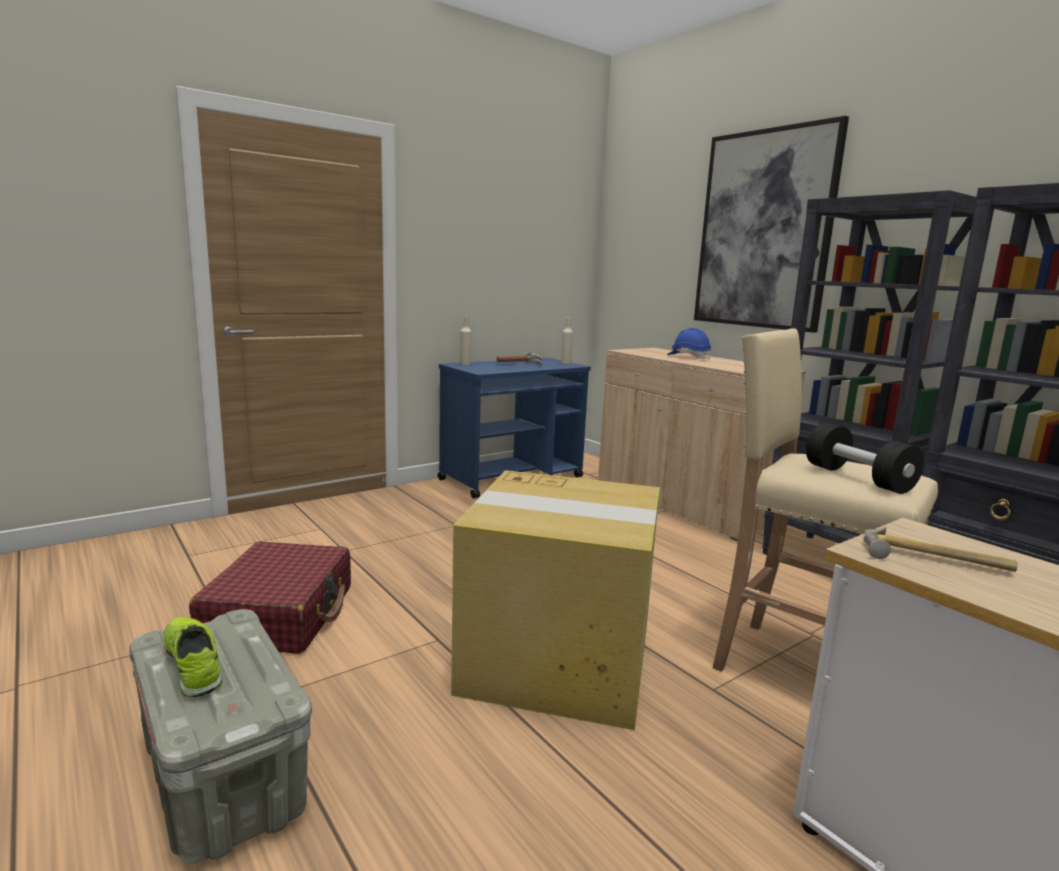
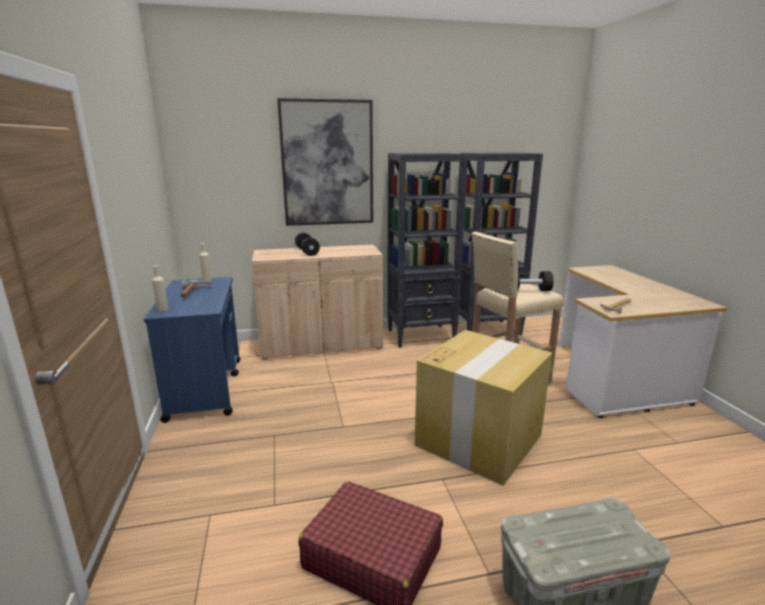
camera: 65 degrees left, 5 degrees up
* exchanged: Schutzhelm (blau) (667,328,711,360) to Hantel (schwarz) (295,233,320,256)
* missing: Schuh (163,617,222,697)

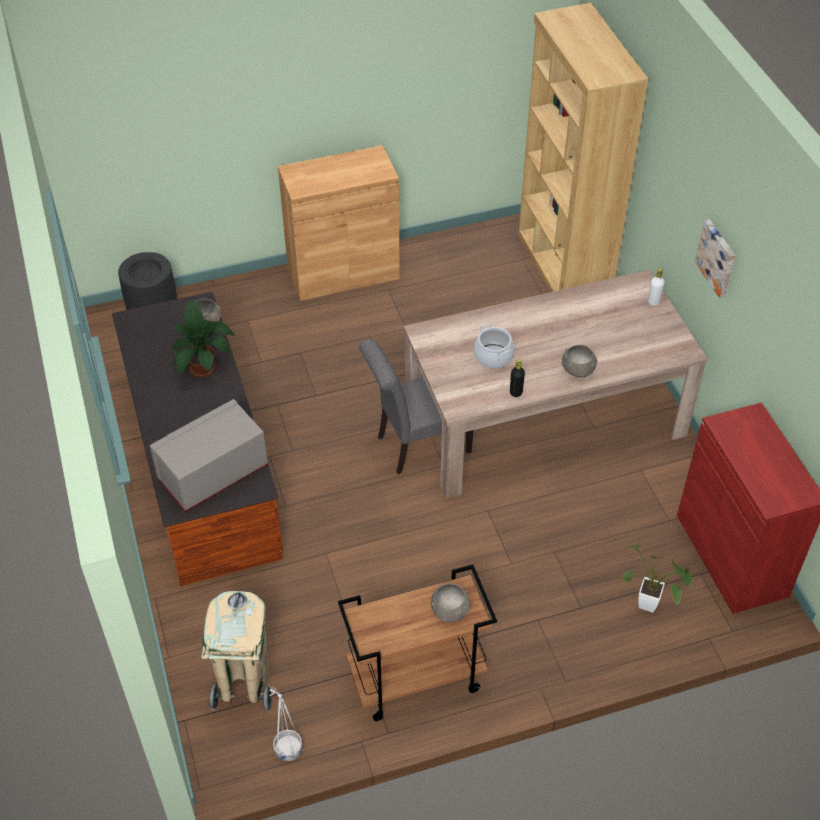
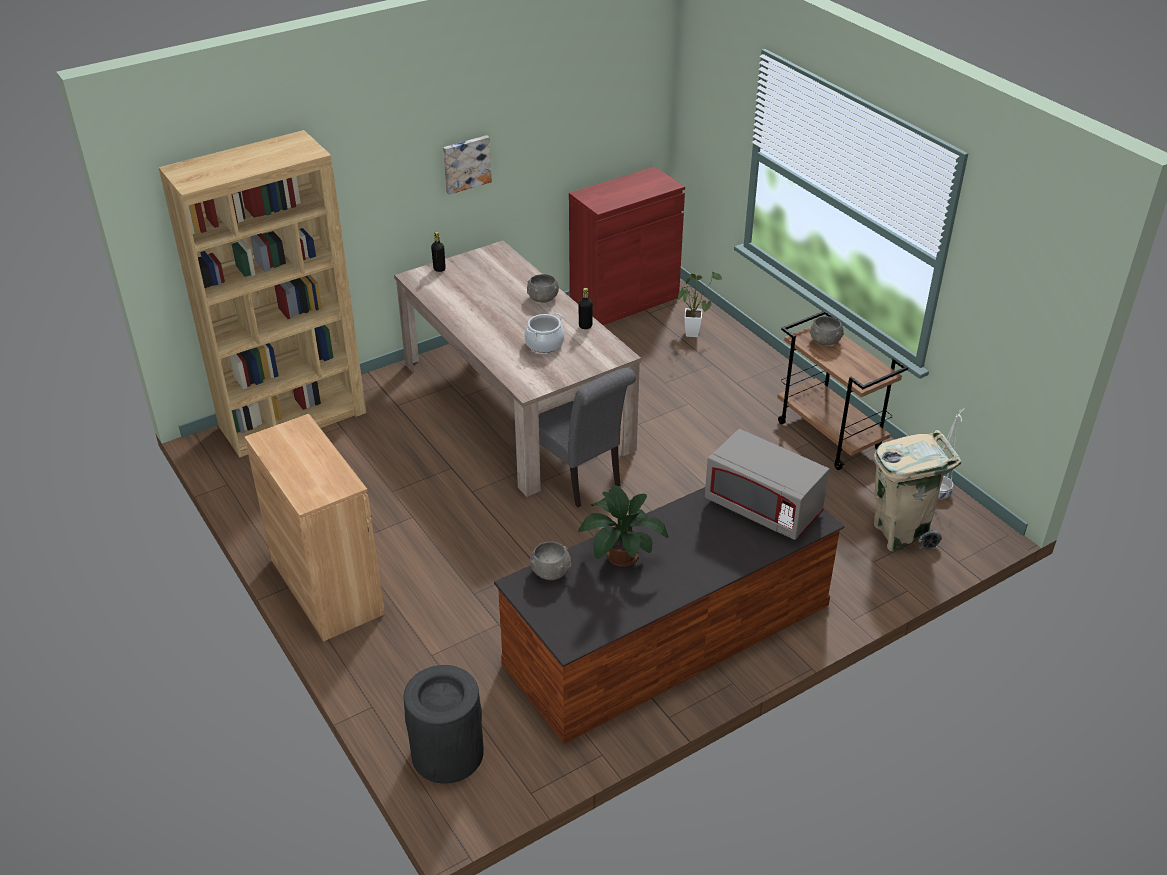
camera: 105 degrees left, 10 degrees down
* colour: Flasche (weiß) (648,268,665,306) to Flasche (schwarz) (431,232,446,272)

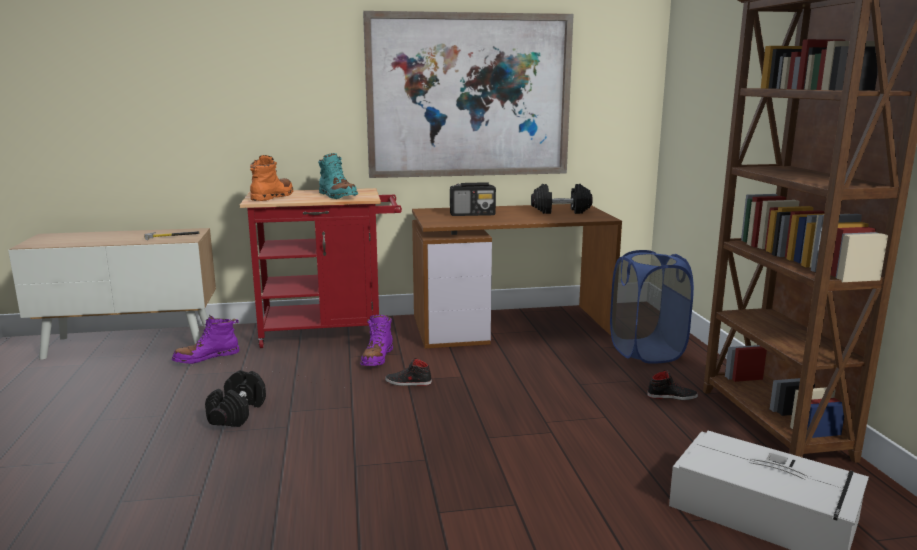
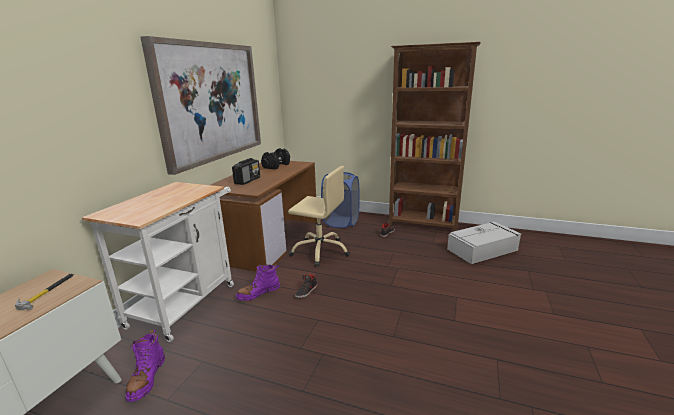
camera: 60 degrees left, 5 degrees up
* missing: Stiefel (türkis) (318,153,358,199)
* missing: Stiefel (orange) (250,155,293,201)
* colour: Rollwagen (rot) (240,188,402,348) to Rollwagen (weiß) (82,182,234,342)
* spun: Stiefel (lila) (361,315,393,366) = (236,264,280,301) 105 degrees clockwise
* missing: Hantel (schwarz) (205,370,266,427)
* appeared: Bürostuhl (beige) (288,166,350,266)

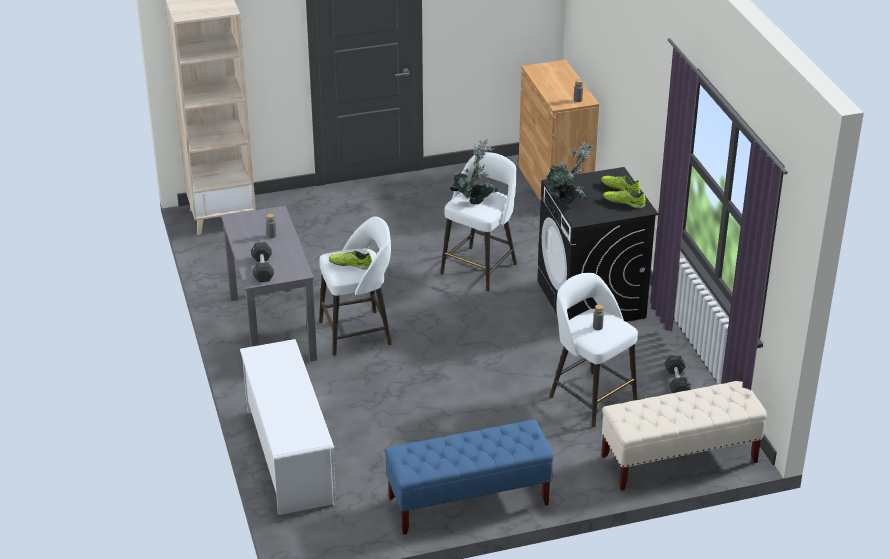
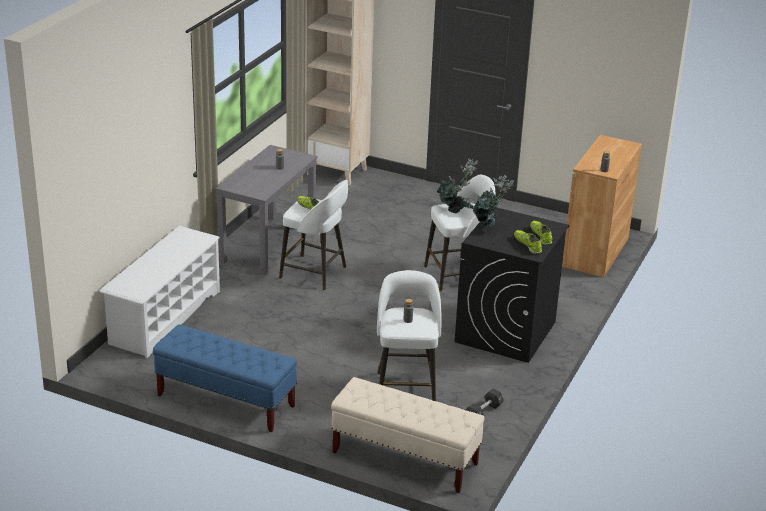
camera: 40 degrees right, 5 degrees down
* missing: Hantel (schwarz) (251,242,274,282)

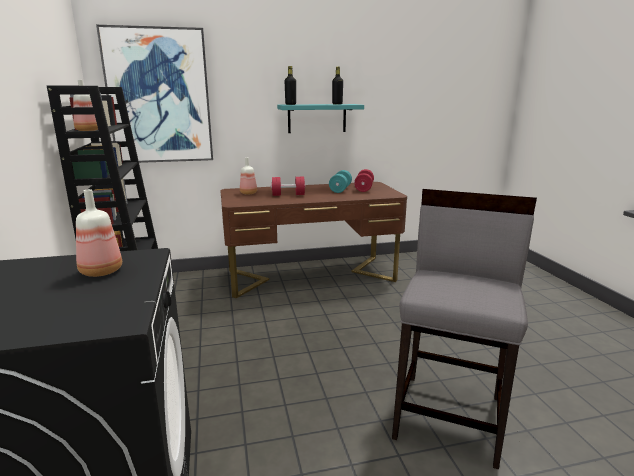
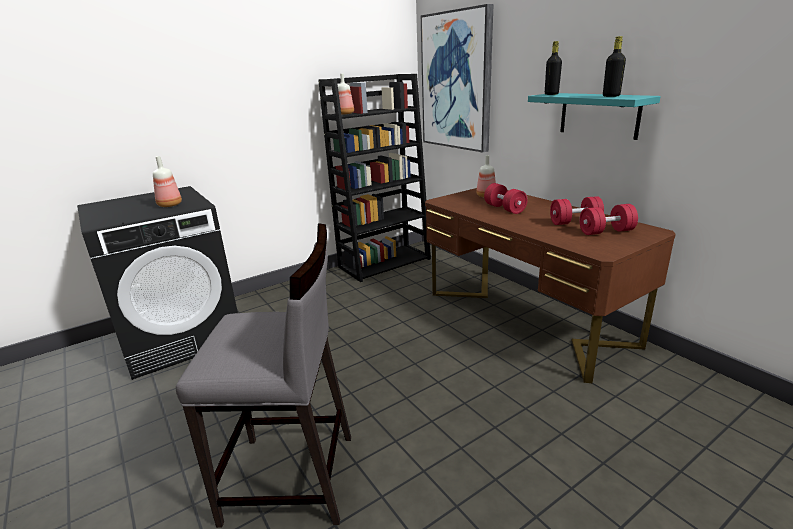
camera: 70 degrees right, 5 degrees up
* colour: Hantel (türkis) (329,170,352,193) to Hantel (rot) (550,196,604,225)

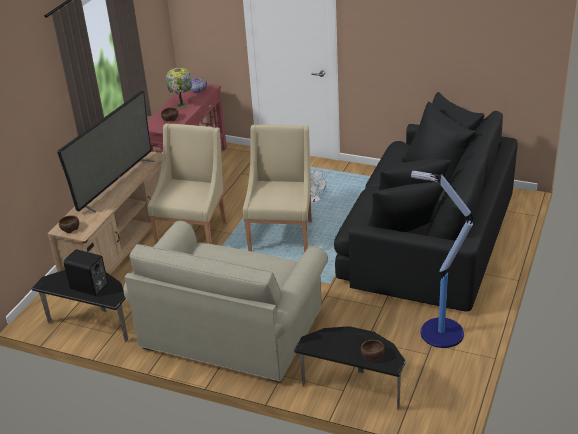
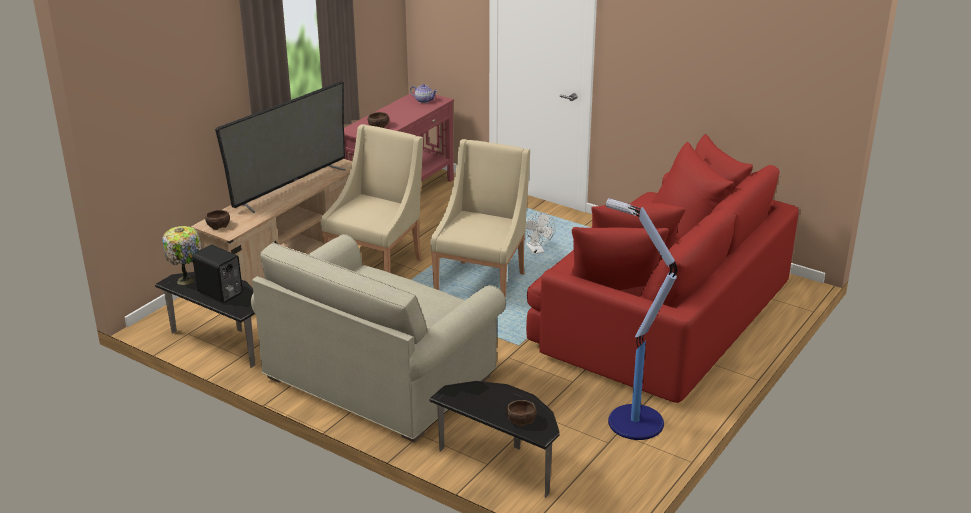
camera: 10 degrees right, 5 degrees down
* relocated: Tischlampe (166,68,192,108) to (162,226,202,285)
* colour: Sofa (schwarz) (334,92,518,312) to Sofa (rot) (526,134,799,403)

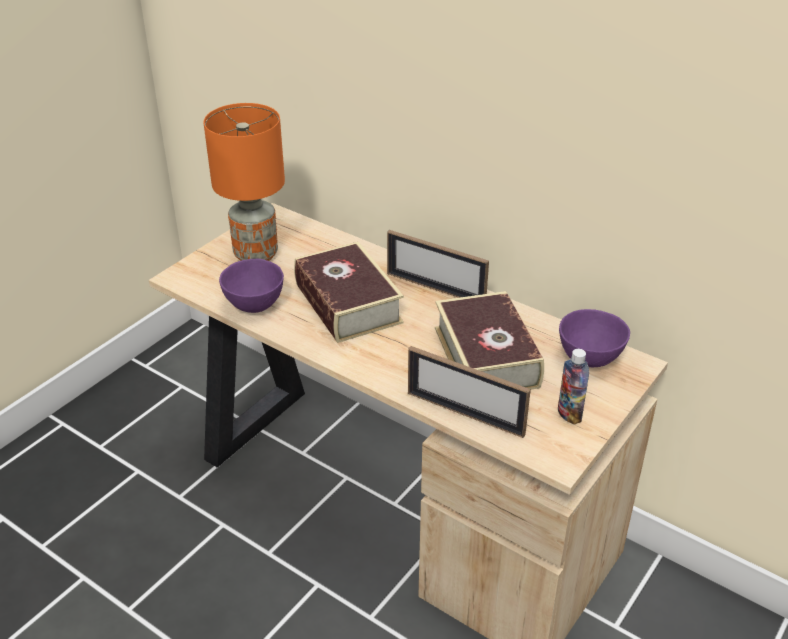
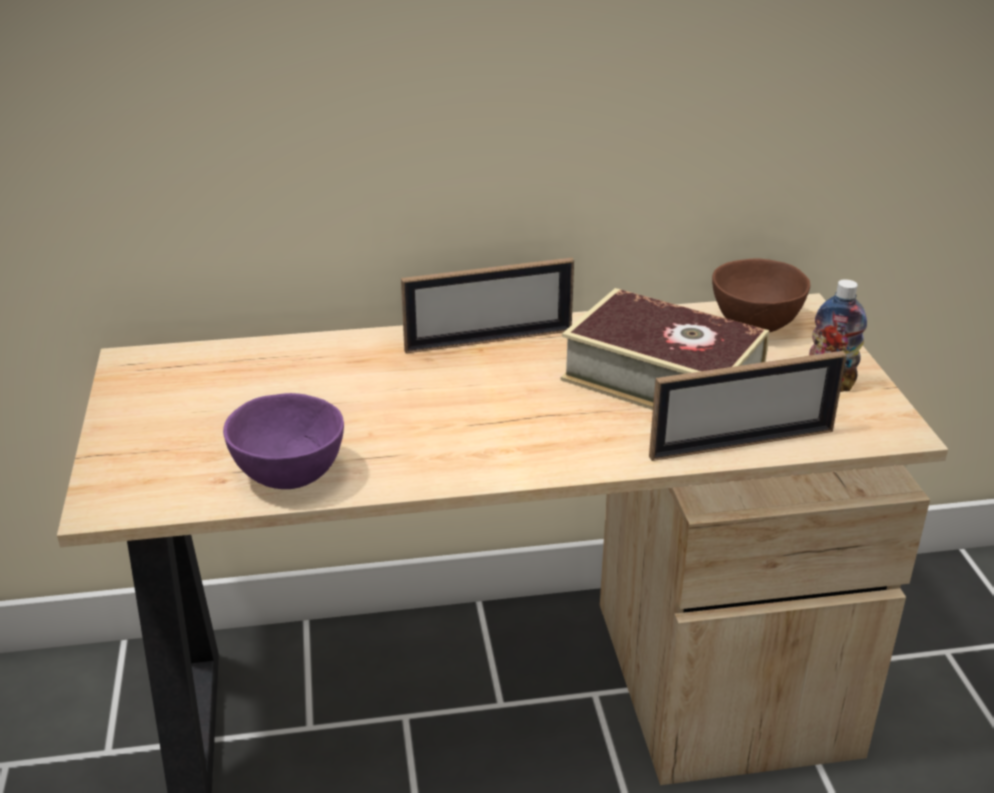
camera: 45 degrees left, 5 degrees down
* missing: Tischlampe (orange) (203,103,285,261)
* missing: Buch (294,242,404,343)
* colour: Schüssel (lila) (559,309,630,367) to Schüssel (braun) (712,258,810,333)

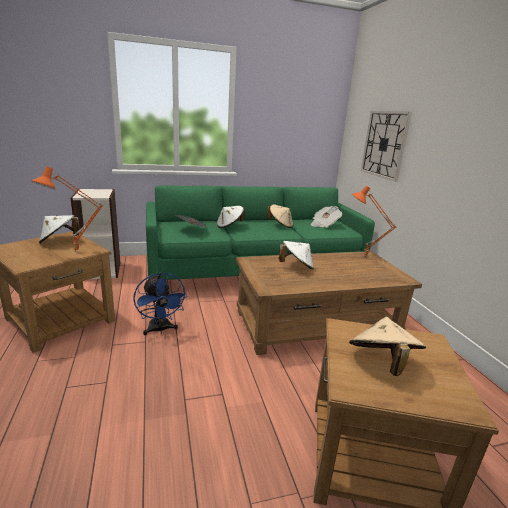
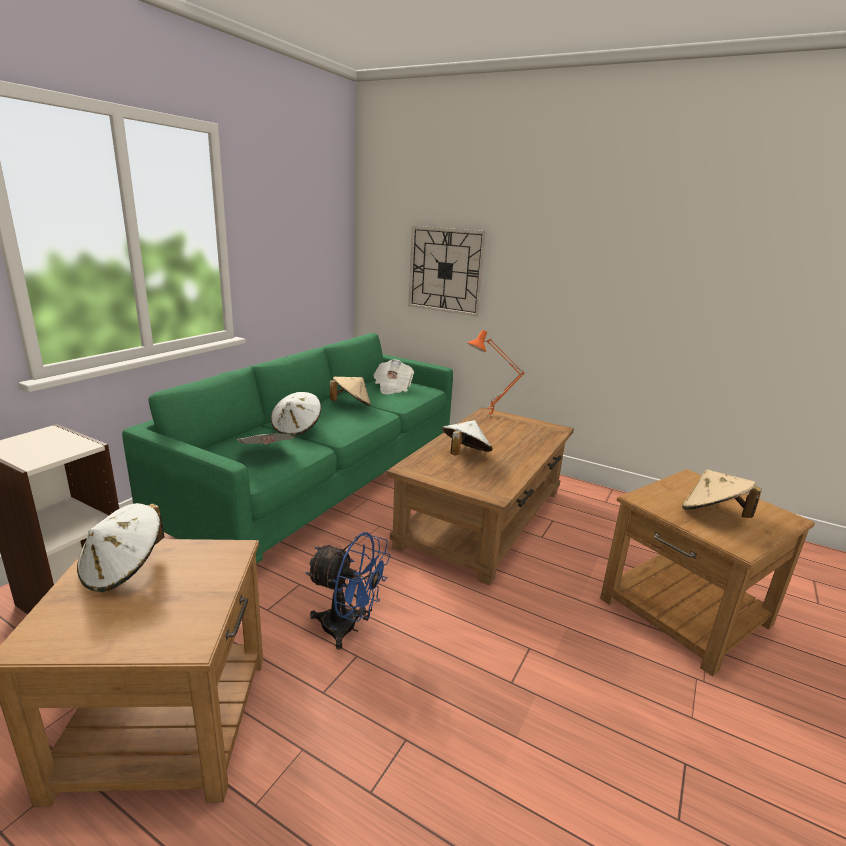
camera: 45 degrees left, 0 degrees up
* missing: Tischlampe (orange) (31,166,103,252)

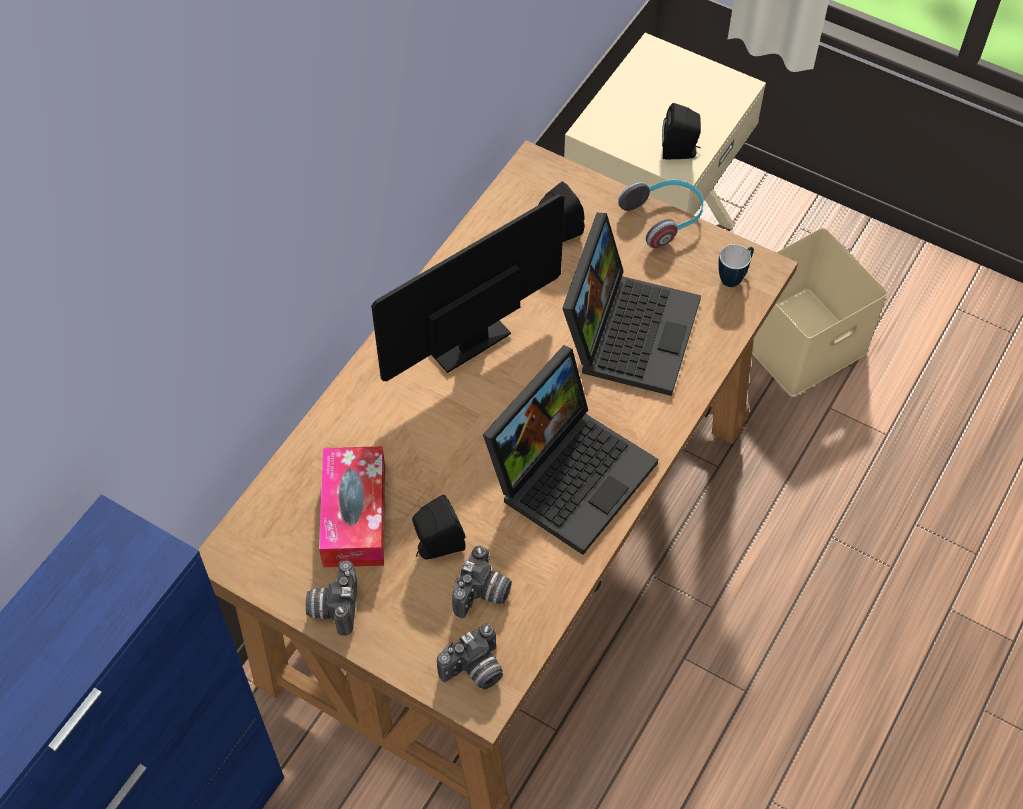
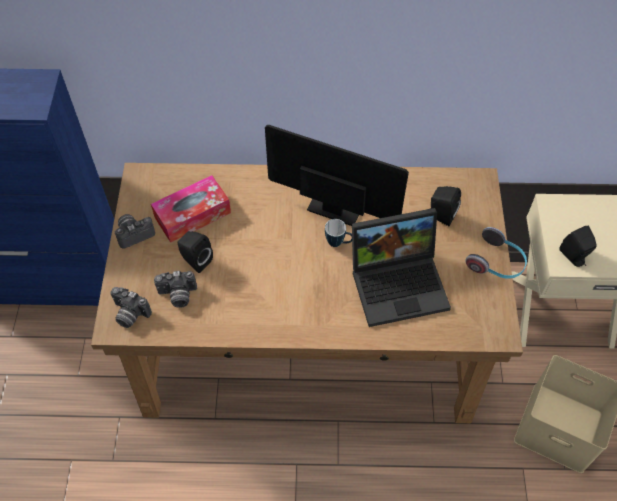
camera: 60 degrees right, 0 degrees up
* relocated: Henkelbecher (718,244,754,287) to (325,219,352,247)
* missing: Laptop (483,345,658,555)

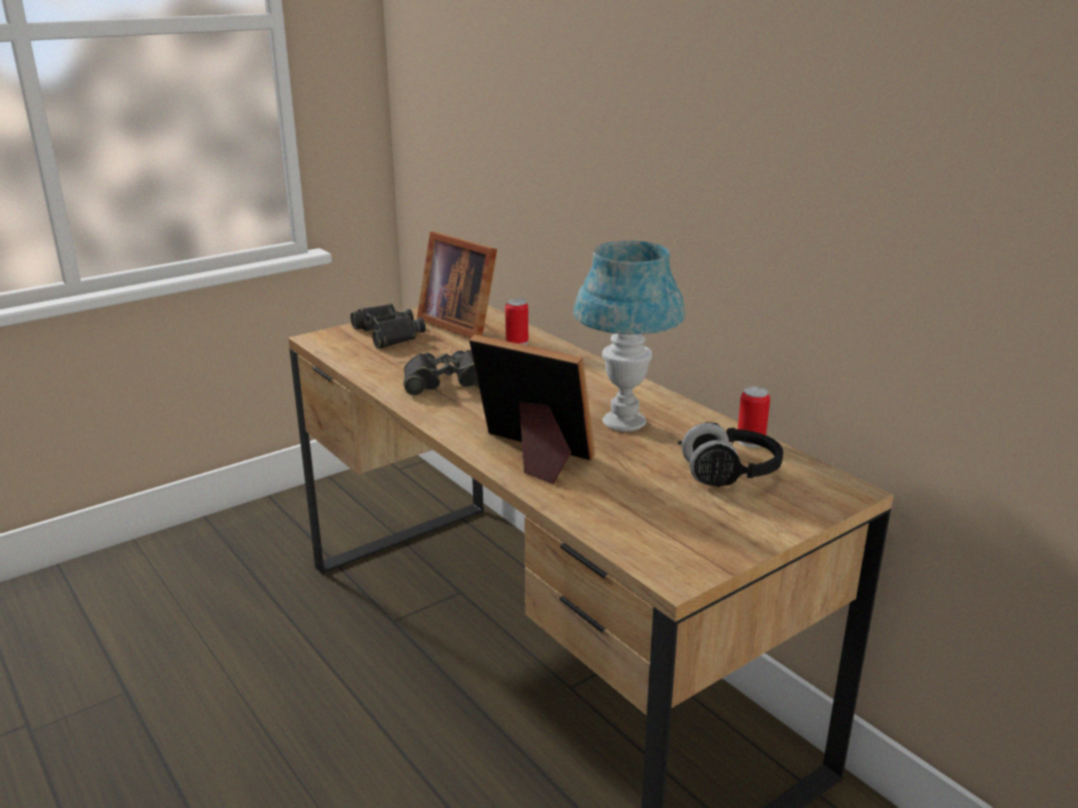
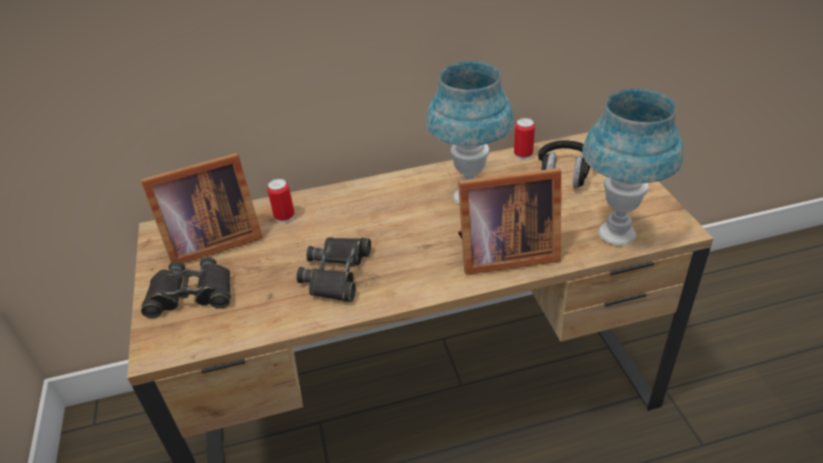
camera: 65 degrees left, 15 degrees up
* spun: Bilderrahmen (469,335,595,484) = (458,168,561,275) 150 degrees counterclockwise
* appeared: Tischlampe (blau) (582,89,683,245)

